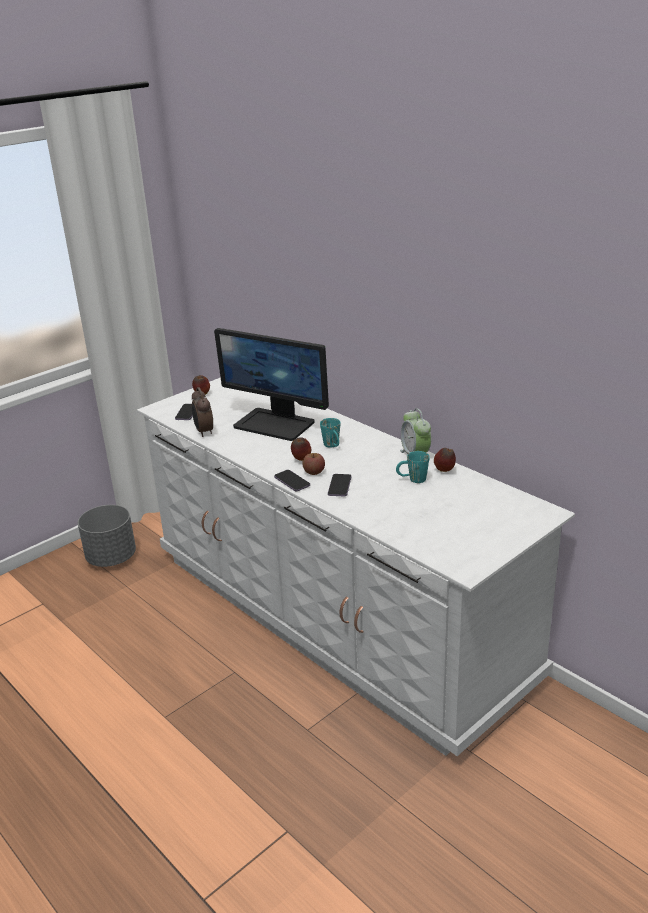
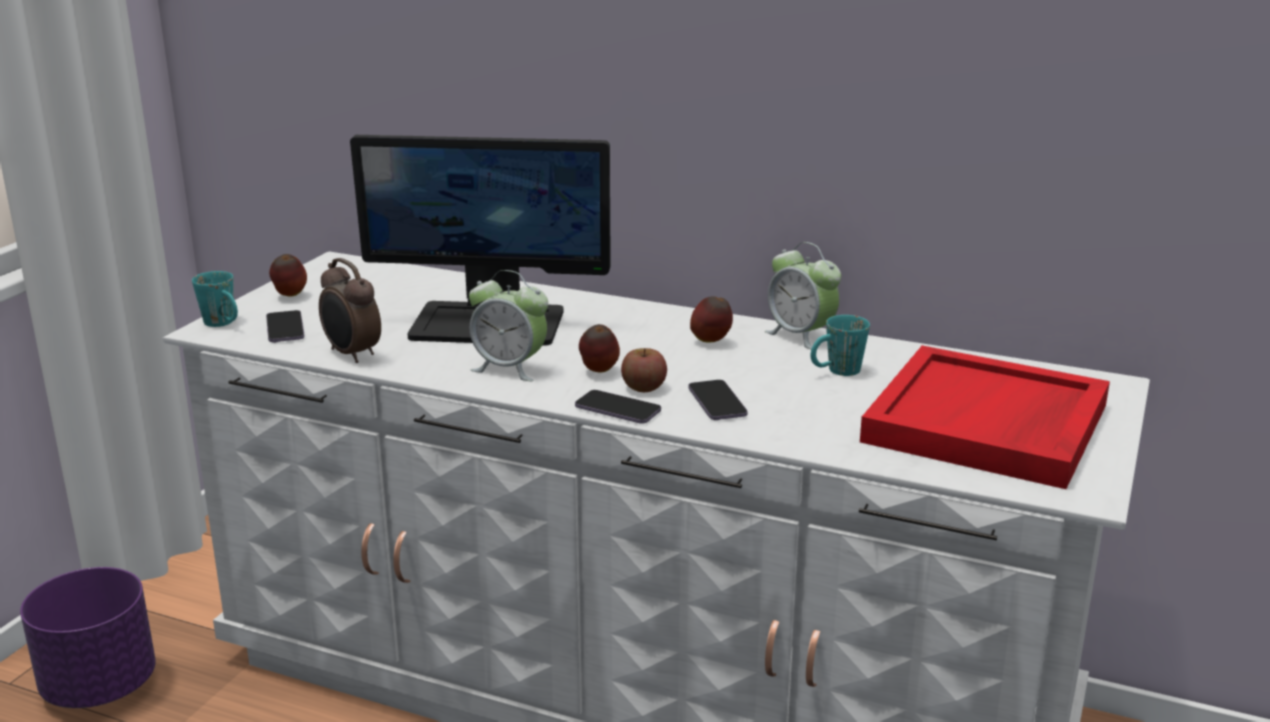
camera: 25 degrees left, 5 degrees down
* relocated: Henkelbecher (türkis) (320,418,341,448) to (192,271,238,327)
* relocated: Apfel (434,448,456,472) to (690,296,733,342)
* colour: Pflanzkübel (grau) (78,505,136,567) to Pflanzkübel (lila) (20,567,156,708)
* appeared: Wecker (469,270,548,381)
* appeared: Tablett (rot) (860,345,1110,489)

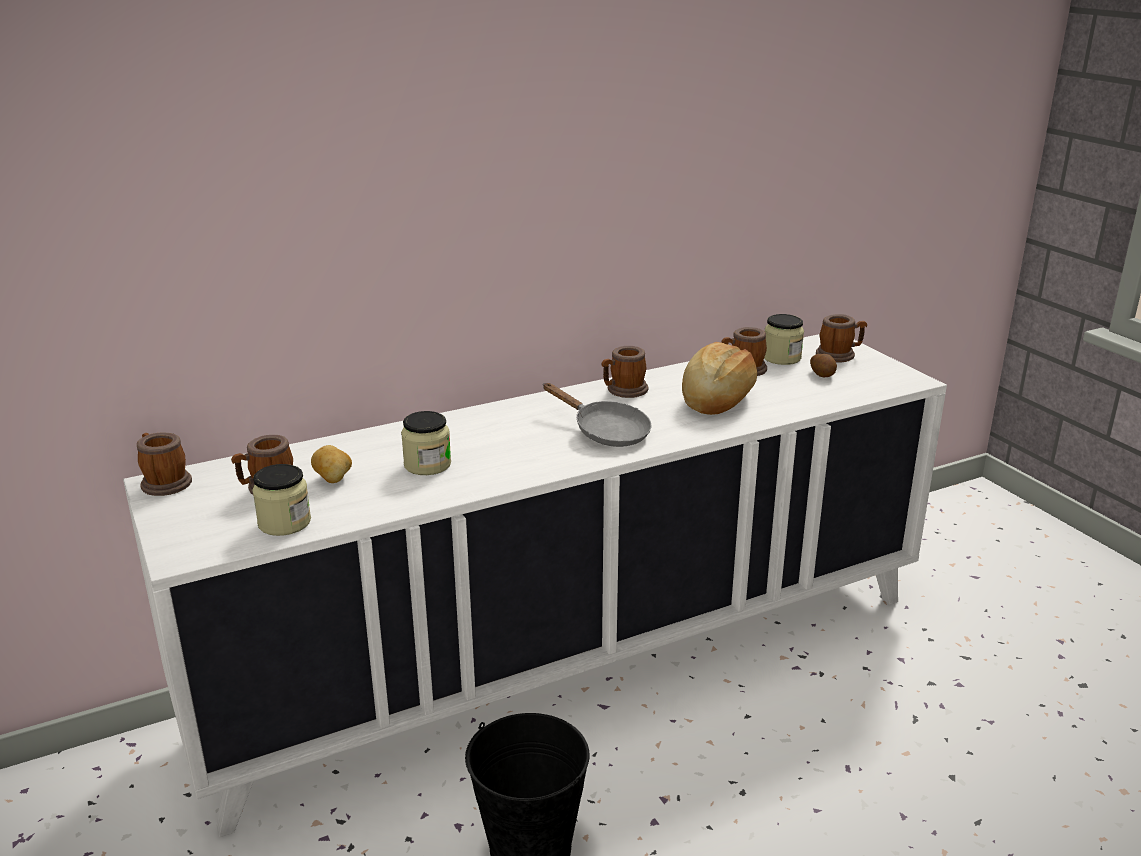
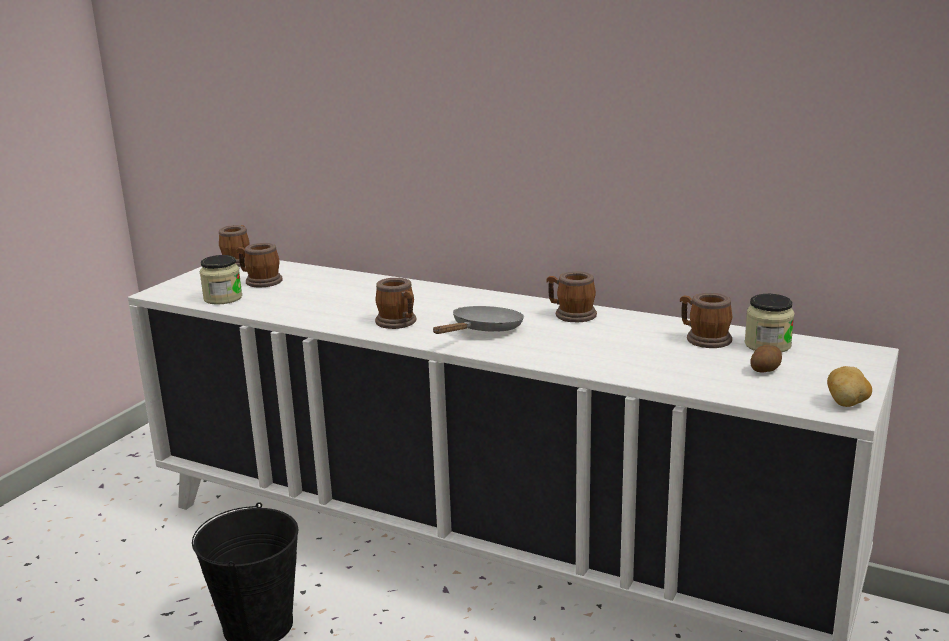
camera: 55 degrees right, 5 degrees down
* relocated: Henkelbecher (816,314,867,363) to (375,278,416,329)
* missing: Brot (682,342,757,415)
* spun: Pfanne (grau) (543,383,652,447) = (433,306,524,334) 150 degrees counterclockwise
* missing: Vorratsglas (401,411,451,475)
* relocated: Kartoffel (311,445,352,483) to (827,366,872,407)

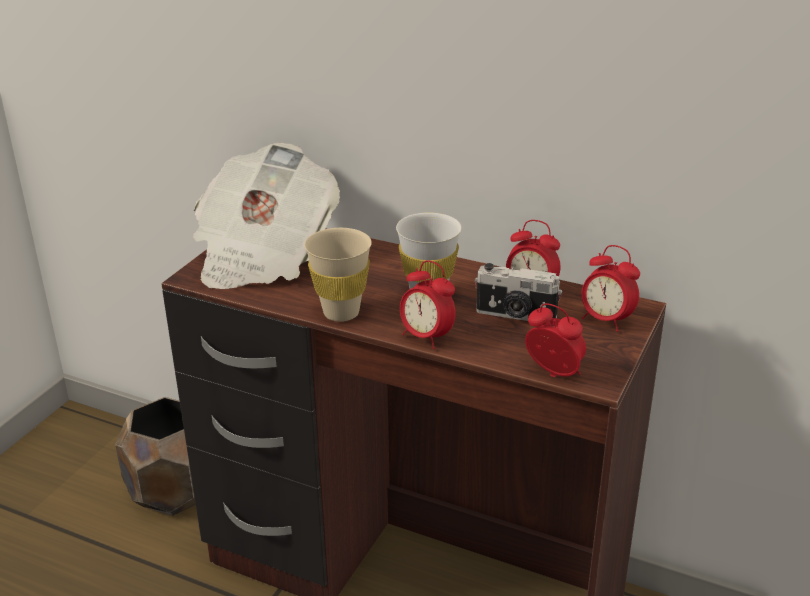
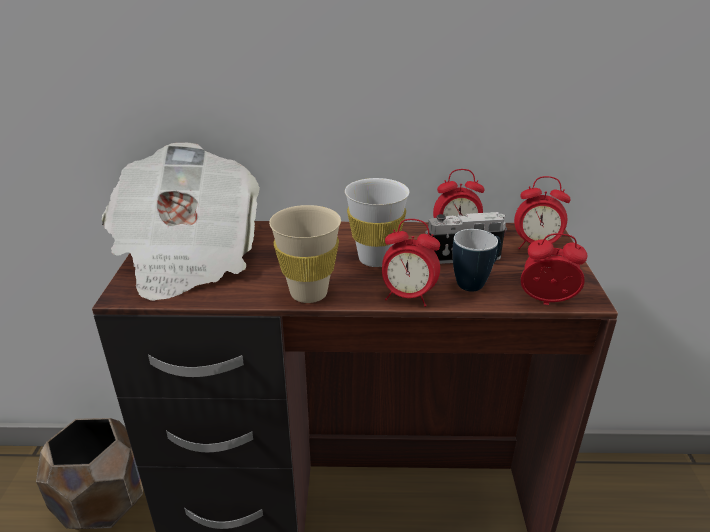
camera: 25 degrees left, 0 degrees up
* appeared: Henkelbecher (453,229,501,292)

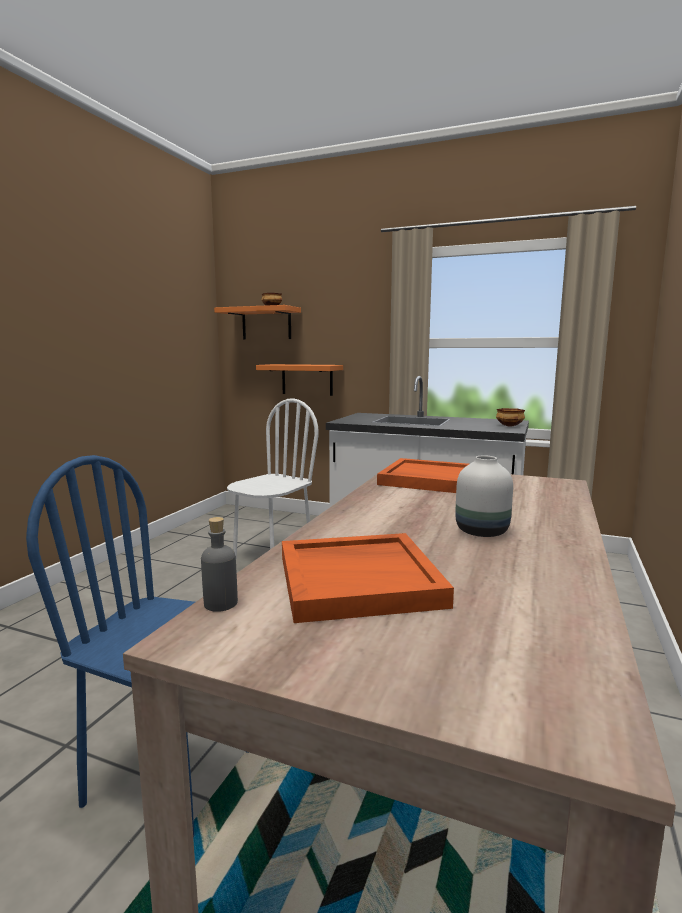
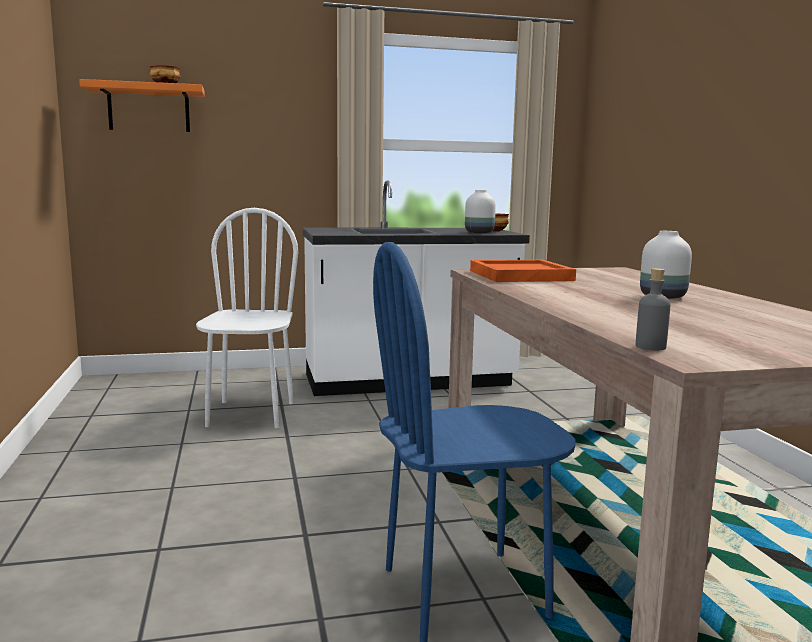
camera: 35 degrees left, 0 degrees up
* missing: Wandregal (orange) (256,364,343,396)
* missing: Tablett (orange) (282,533,454,623)
* appeared: Vase (weiß) (465,190,496,233)

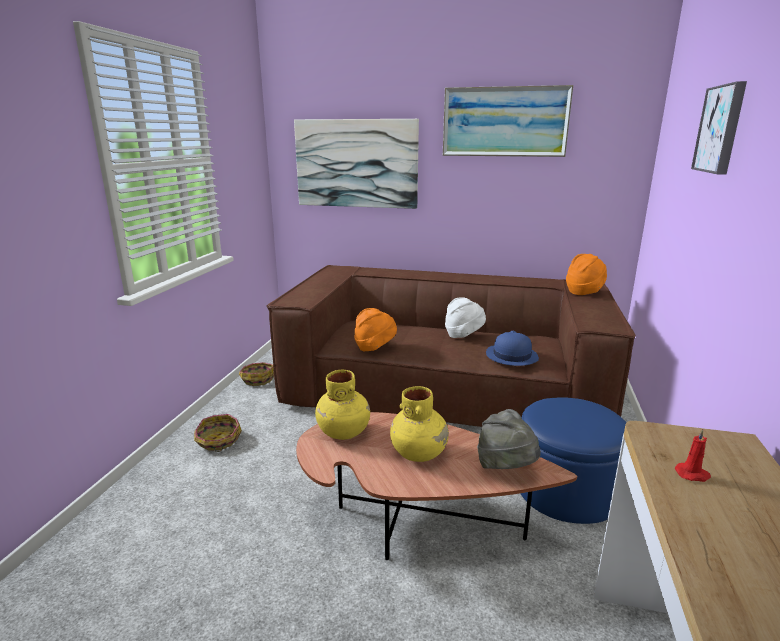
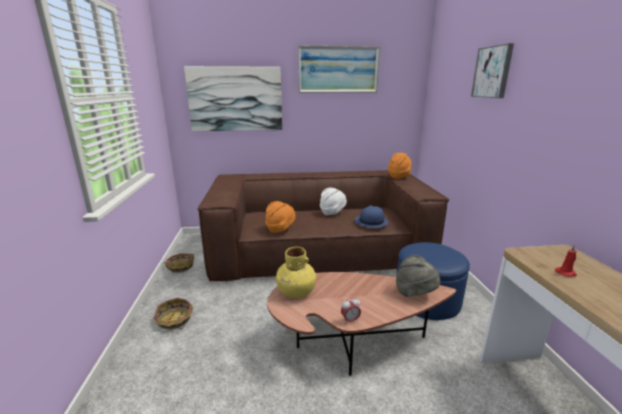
camera: 20 degrees left, 0 degrees up
* missing: Vase (gelb) (390,386,449,462)
* appeared: Wecker (341,297,361,324)

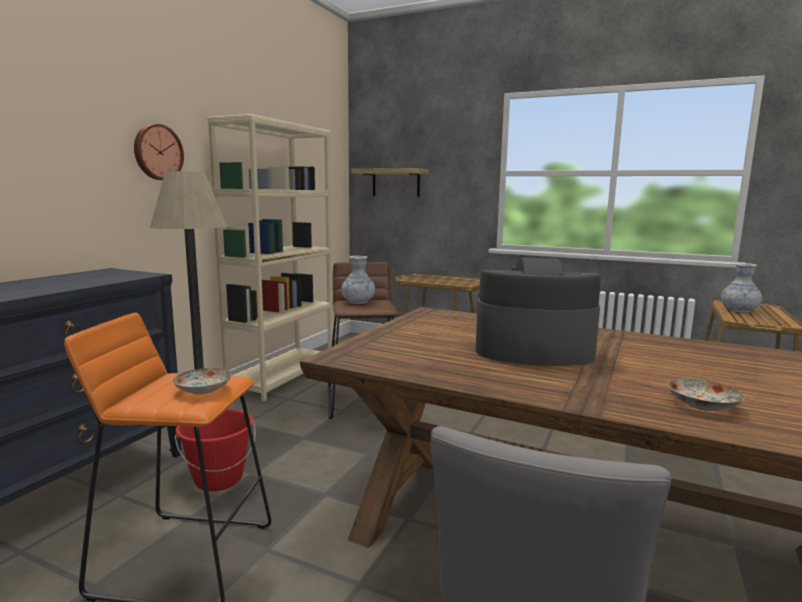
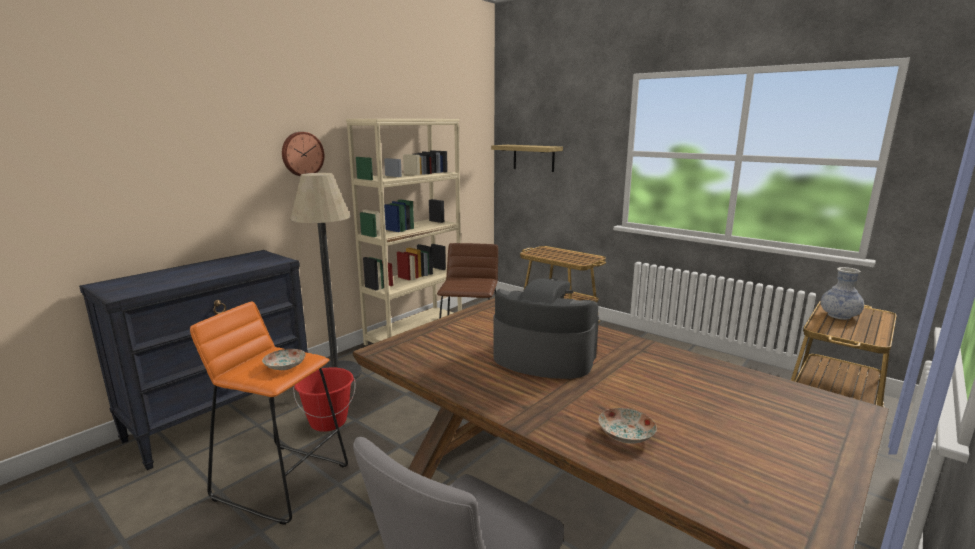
camera: 15 degrees right, 5 degrees up
* missing: Vase (341,256,375,304)

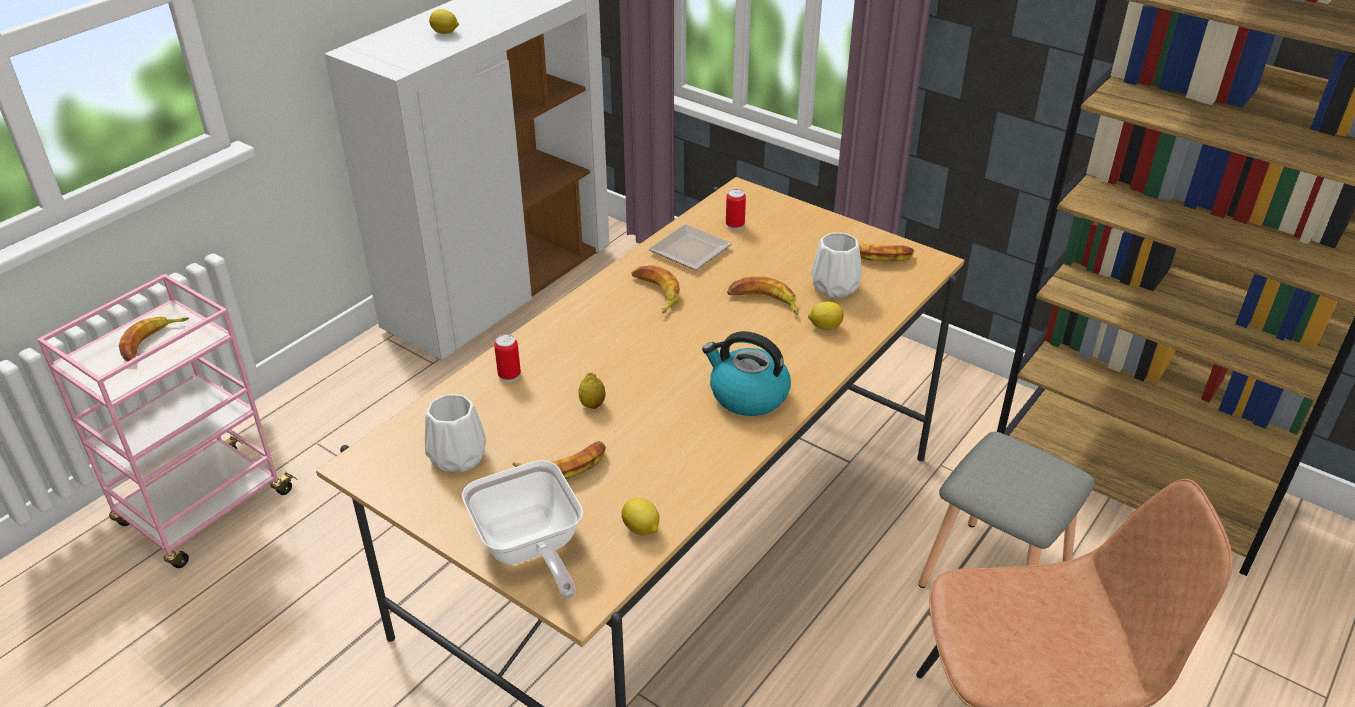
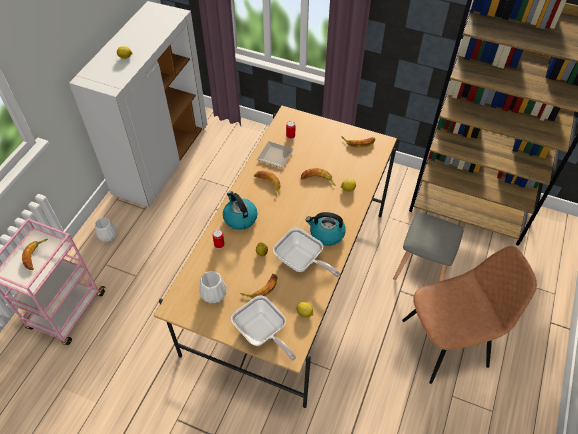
camera: 15 degrees left, 15 degrees up
* relocated: Vase (weiß) (811,232,862,298) to (95,217,116,242)
* appeared: Wasserkessel (223,191,258,230)
* appeared: Pfanne (273,228,340,277)

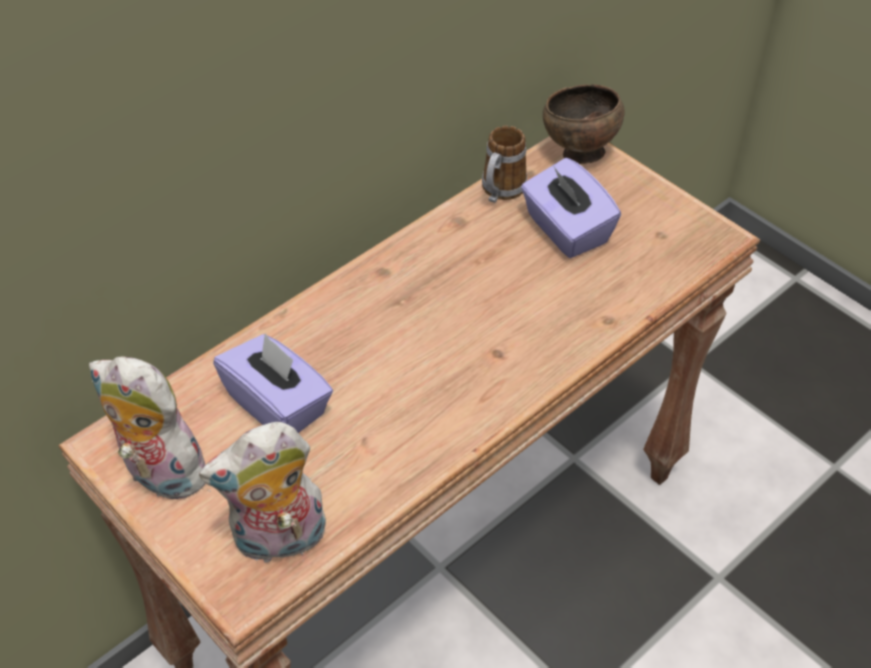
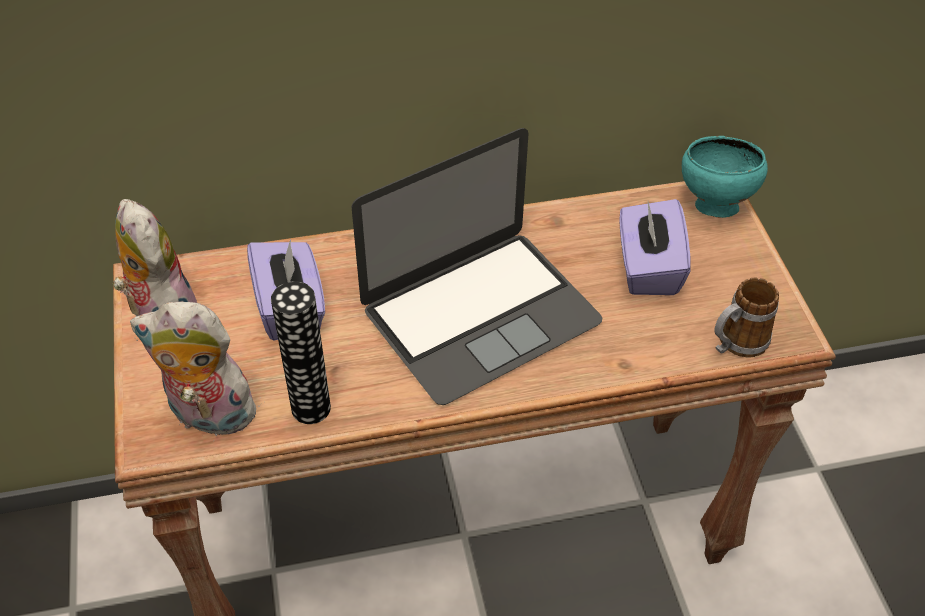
camera: 30 degrees right, 0 degrees up
* colour: Schüssel (braun) (543,84,624,164) to Schüssel (türkis) (682,136,768,218)
* relocated: Henkelbecher (482,126,527,203) to (714,278,779,357)
* appeared: Laptop (352,128,602,405)
* appeared: Vase (271,281,331,424)

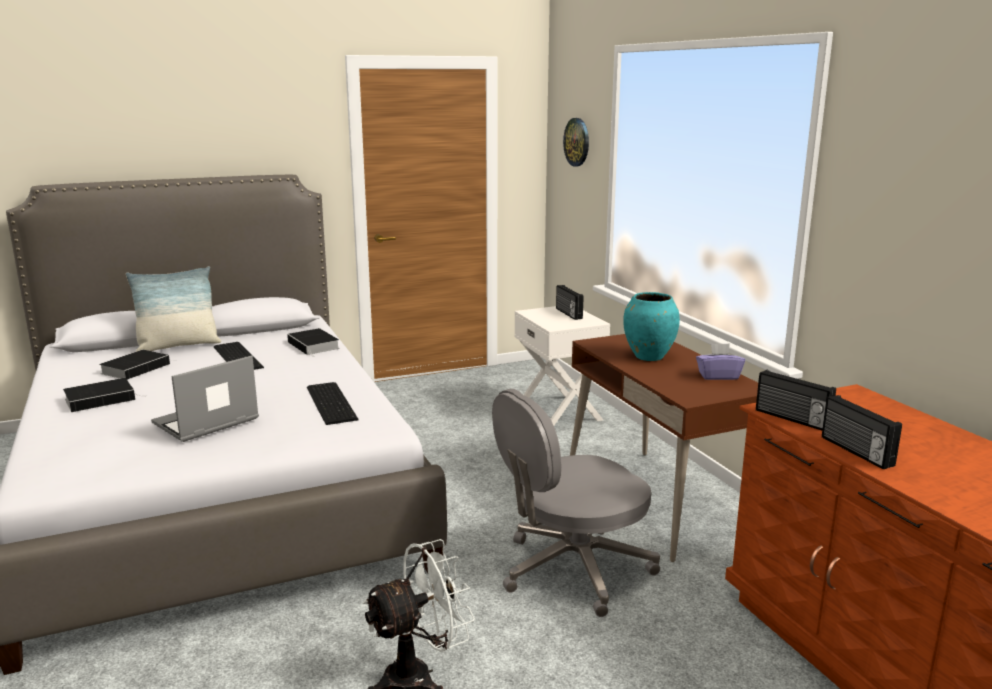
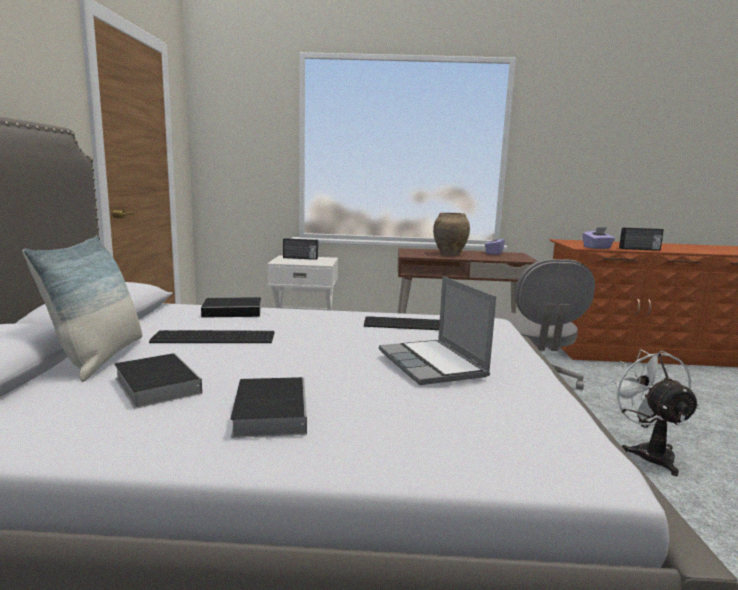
camera: 65 degrees left, 5 degrees down
* missing: Wanduhr (563,118,589,167)
* colour: Vase (türkis) (623,292,680,361) to Vase (braun) (433,213,470,256)
* exchanged: Radio (756,370,836,430) to Taschentuchbox (lila) (583,227,615,249)

